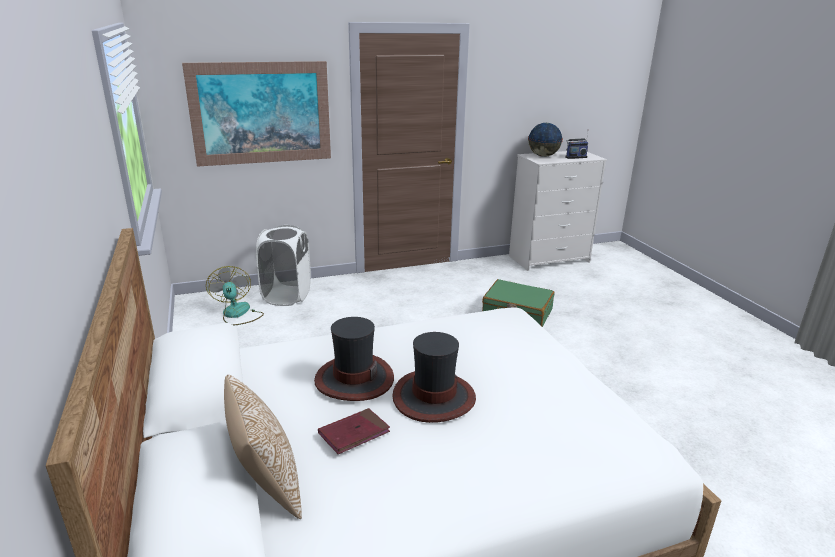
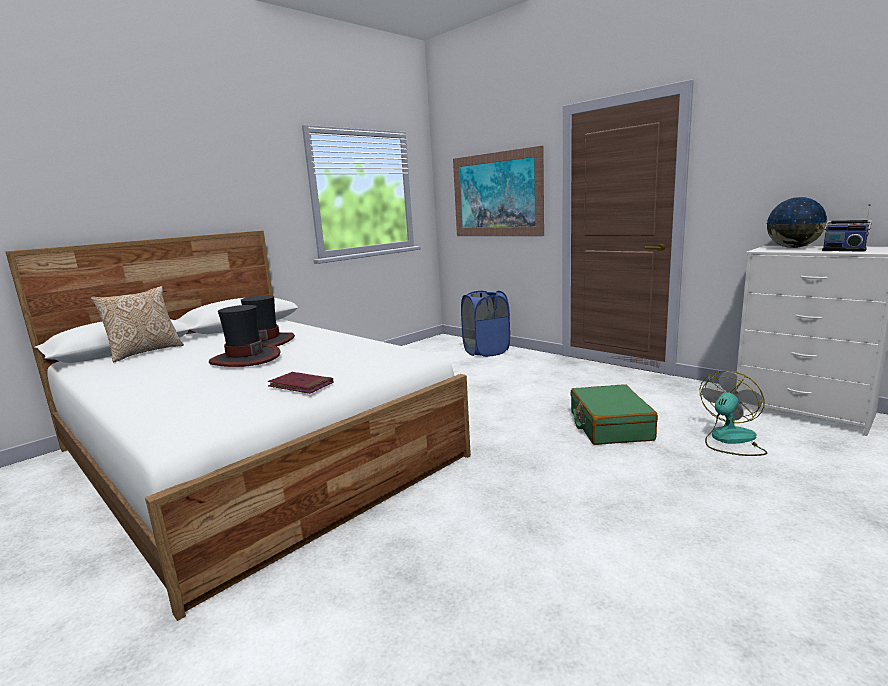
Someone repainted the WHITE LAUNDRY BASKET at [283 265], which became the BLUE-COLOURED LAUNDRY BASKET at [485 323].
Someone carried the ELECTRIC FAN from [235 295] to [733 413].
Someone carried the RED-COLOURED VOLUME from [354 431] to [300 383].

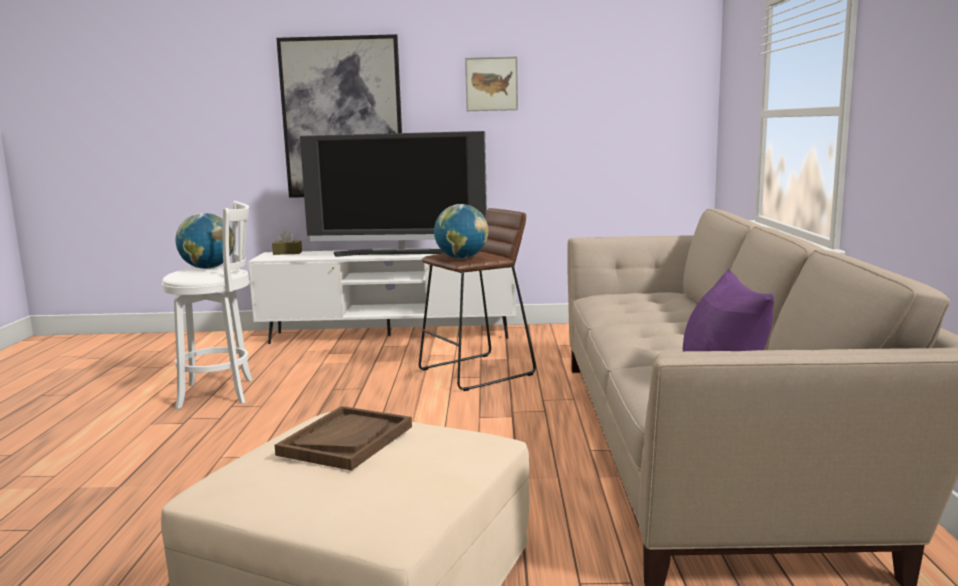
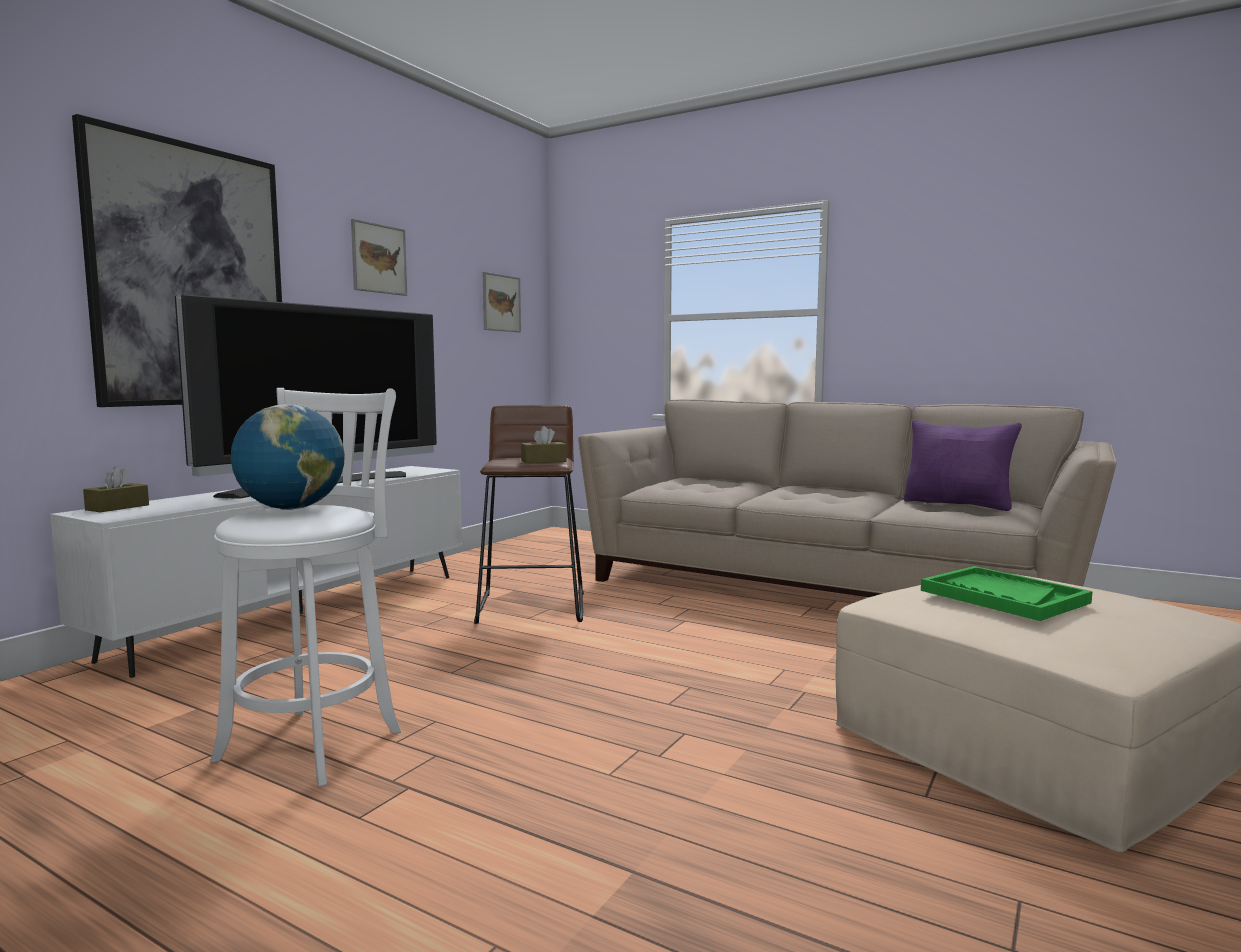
Someone swapped the WORLD GLOBE at [461 231] for the BROWN TISSUE BOX at [543 444].
Someone repainted the BROWN TRAY at [343 438], which became the GREEN-COLOURED TRAY at [1007 593].
Someone put up the WALL ART at [502 302].

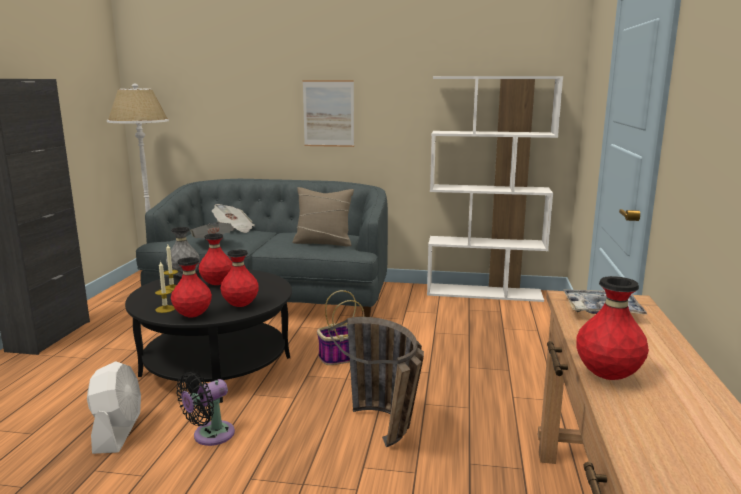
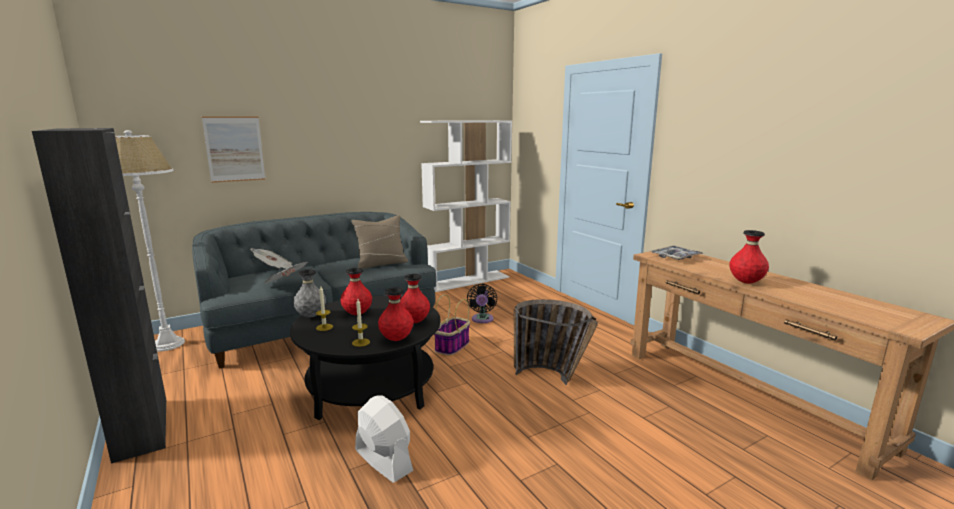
Someone carried the WALL ART from [328 113] to [234 149].
Someone carried the BLACKISH ELECTRIC FAN from [205 409] to [482 303].

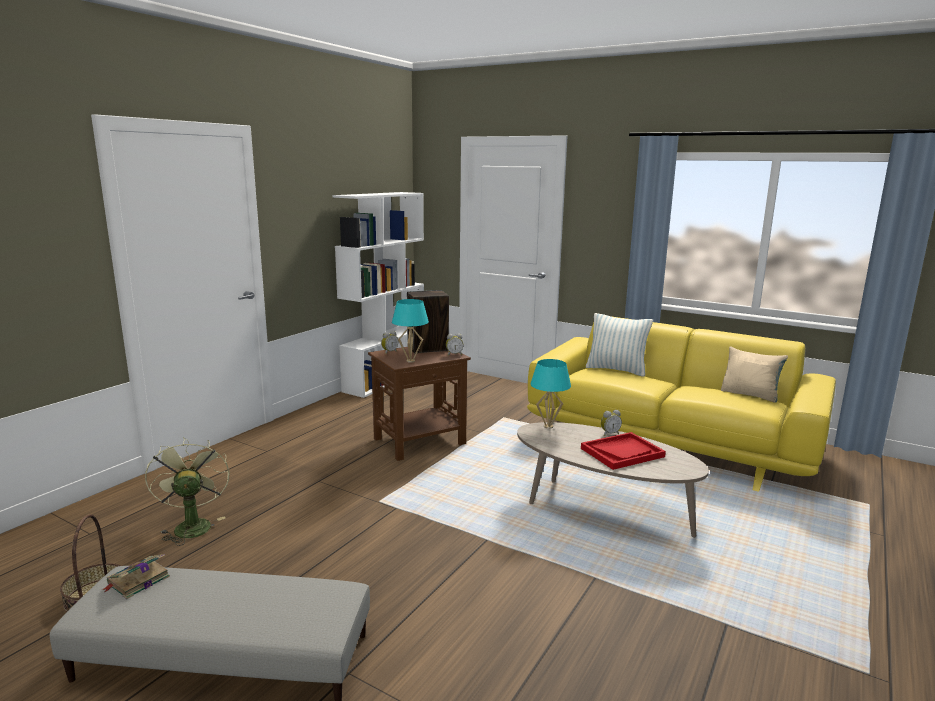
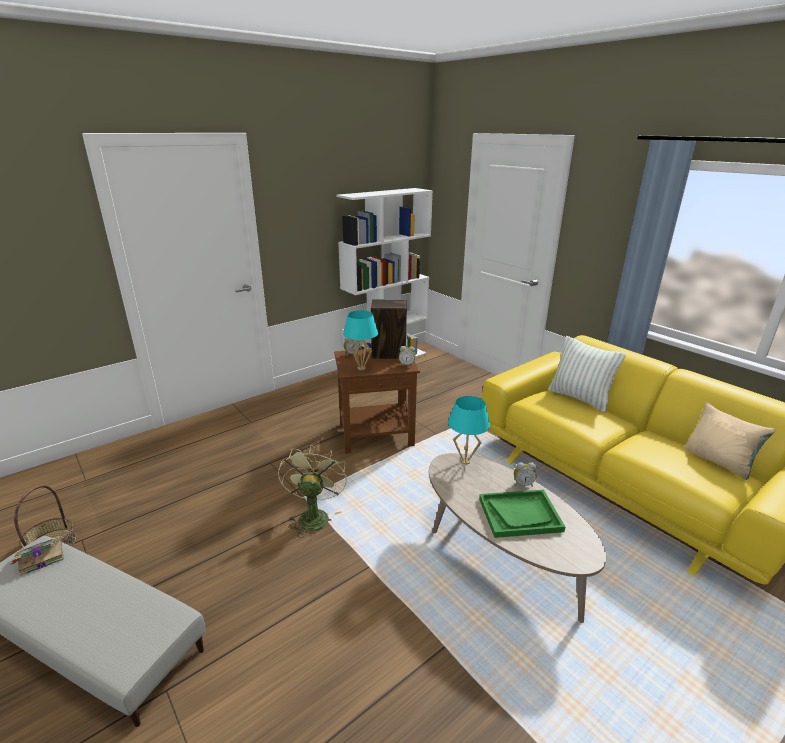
Someone repainted the RED-COLOURED TRAY at [623 451], which became the GREEN-COLOURED TRAY at [522 514].
Someone carried the GREEN-COLOURED ELECTRIC FAN from [187 491] to [312 491].

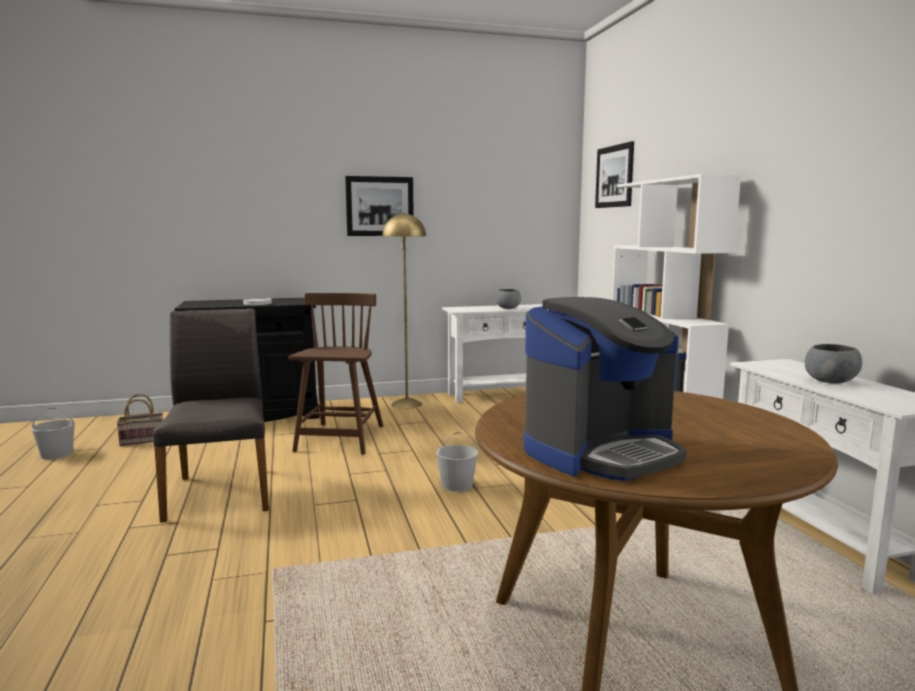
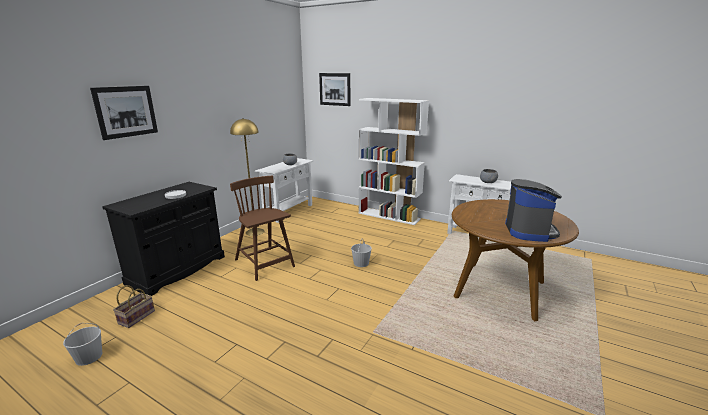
Someone carried the WALL ART from [379 206] to [124 113].
Someone took away the GREY CHAIR at [211 415].

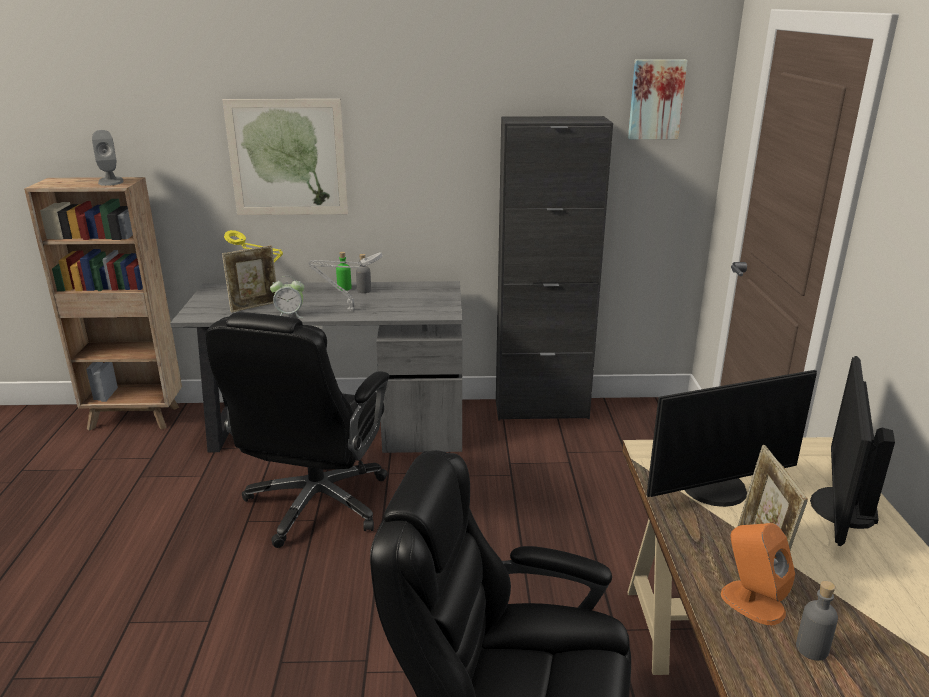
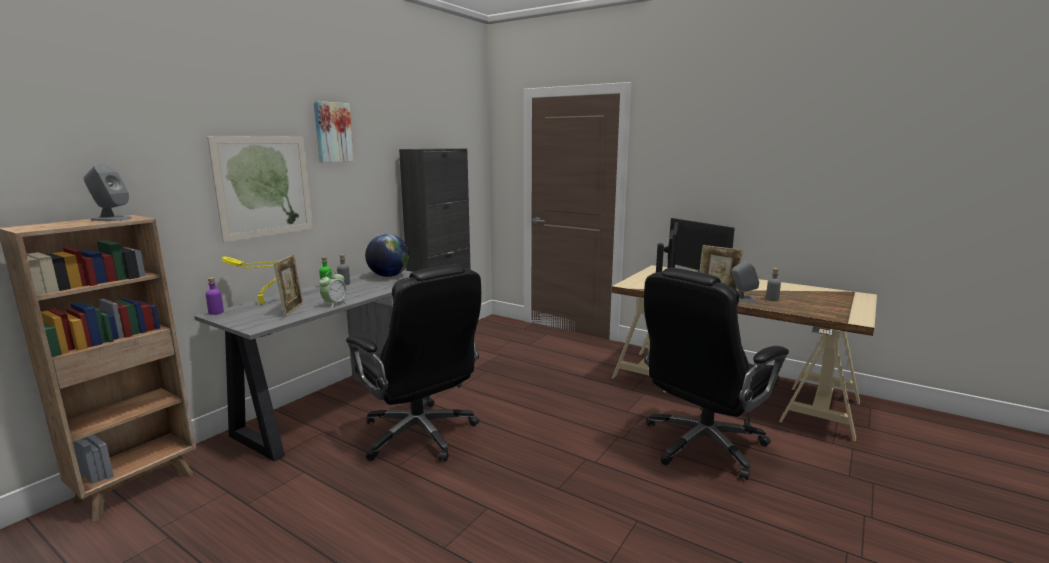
Someone carried the WALL ART from [657 99] to [334 132].
Someone took away the GREY TABLETOP LAMP at [345 281].
Someone repainted the ORANGE-COLOURED SPEAKER at [758 574], which became the GREY SPEAKER at [745 281].
Someone put down the WORLD GLOBE at [387 255].
Someone put down the PURPLE-COLOURED DRINK BOTTLE at [215 296].

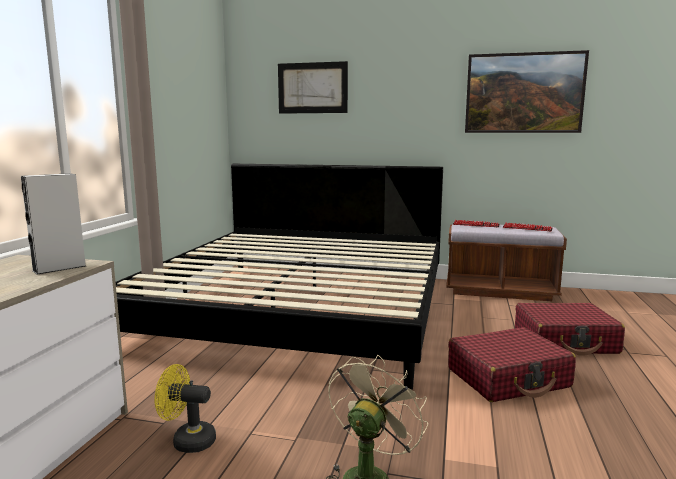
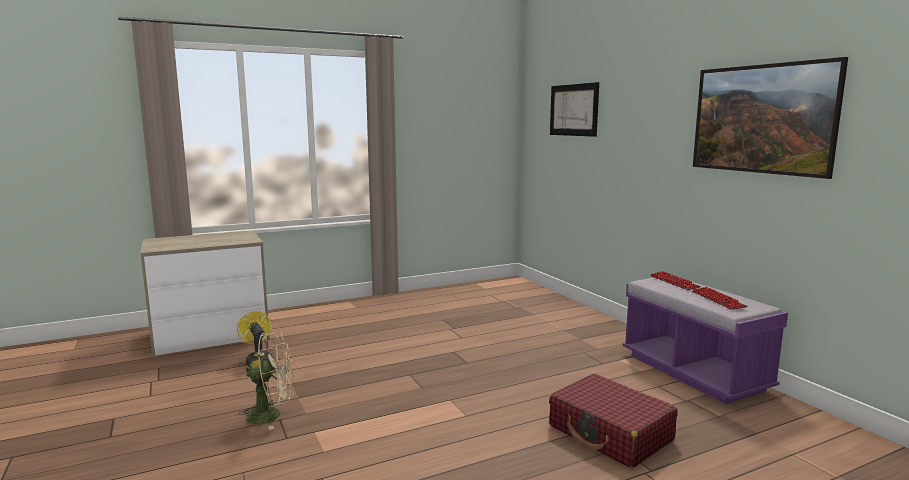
Someone took away the BED at [279 277].
Someone took away the GREY SPEAKER at [53 223].
Someone repainted the BROWN LONG SEAT at [506 262], which became the PURPLE-COLOURED LONG SEAT at [705 340].
Someone took away the RED-COLOURED SUITCASE at [512 364].

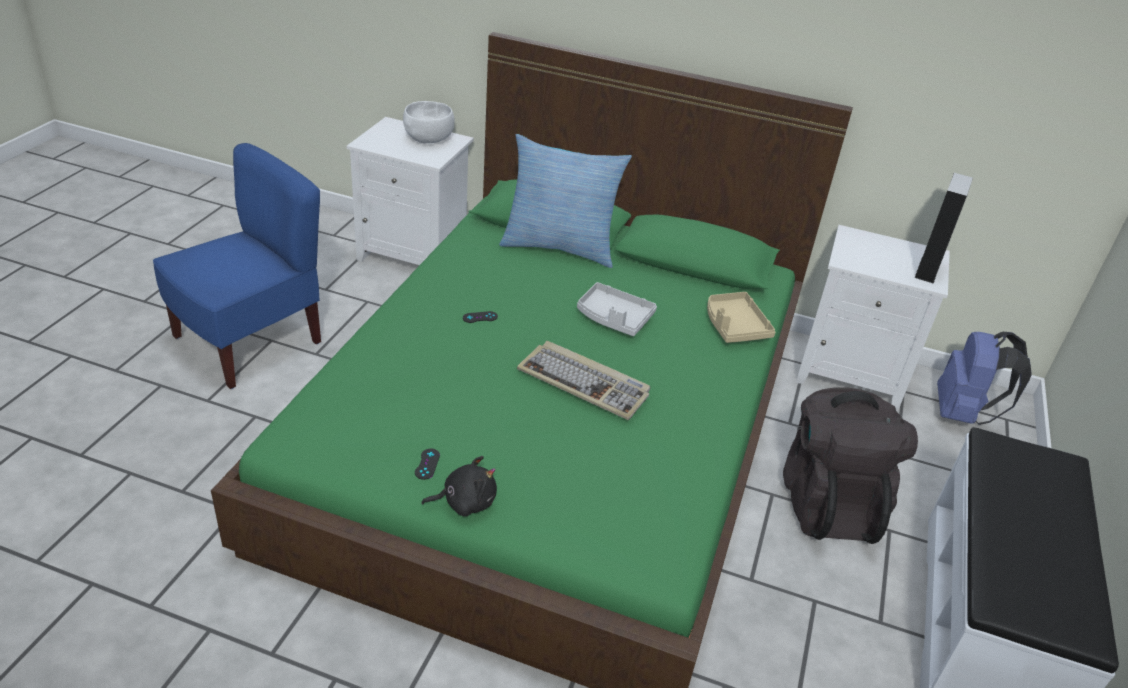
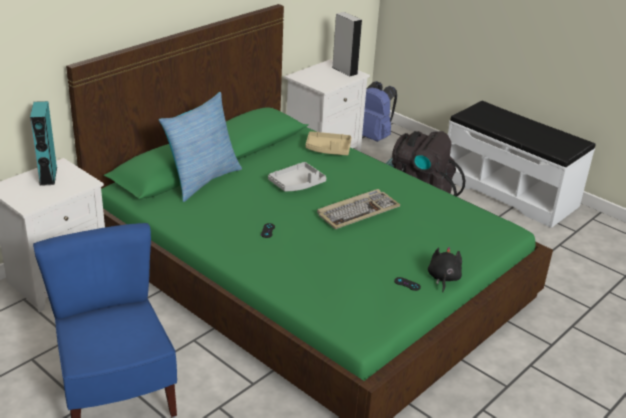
Someone swapped the WHITE DEEP DISH at [429 122] for the BLUE-GREEN SPEAKER at [43 143].

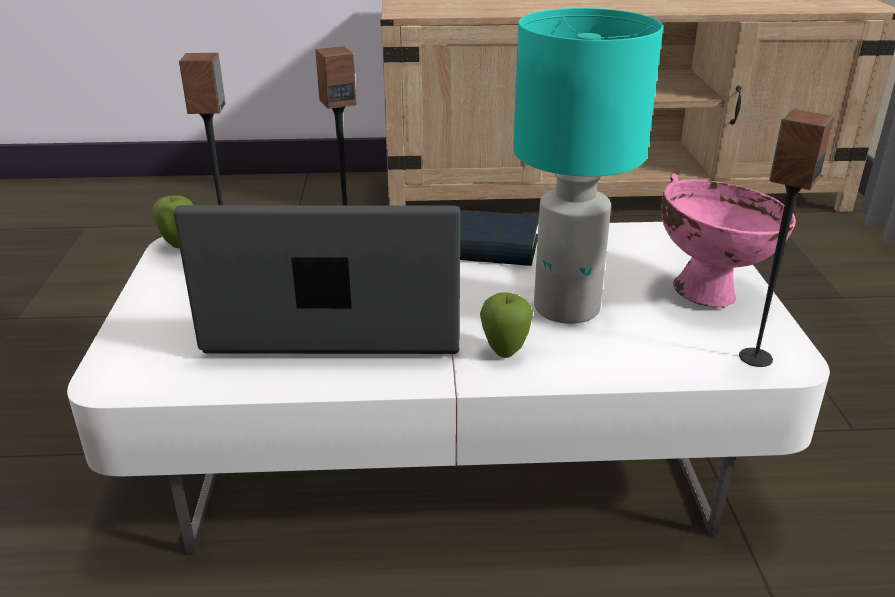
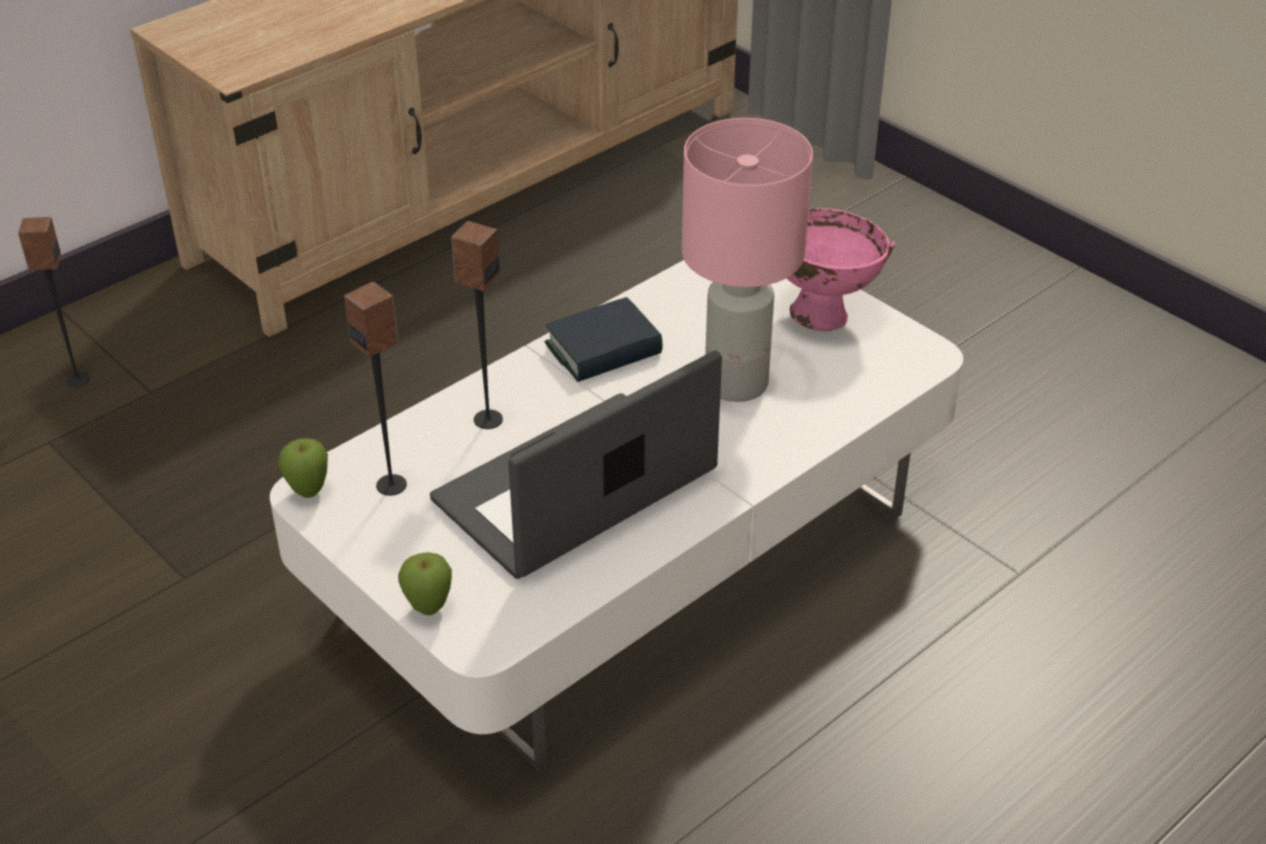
Someone repainted the BLUE-GREEN TABLETOP LAMP at [588 166], which became the PINKISH TABLETOP LAMP at [747 260].
Someone carried the SPEAKER from [786 238] to [54 302].
Someone carried the APPLE FRUIT from [506 325] to [425 583].

